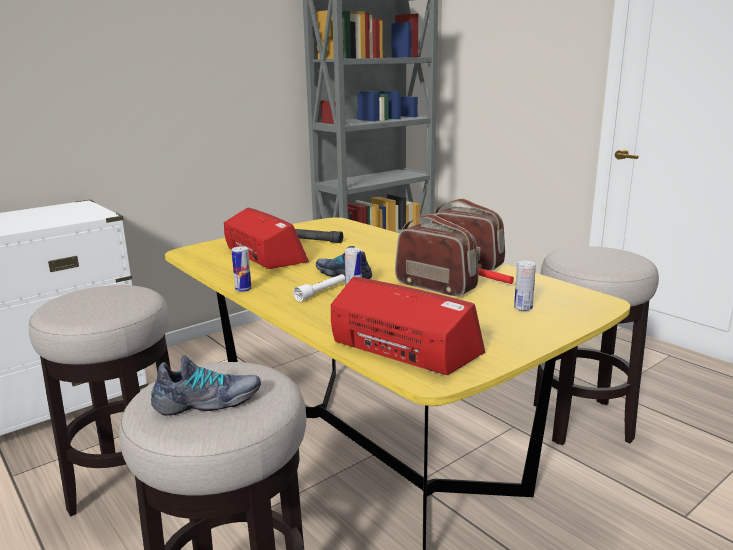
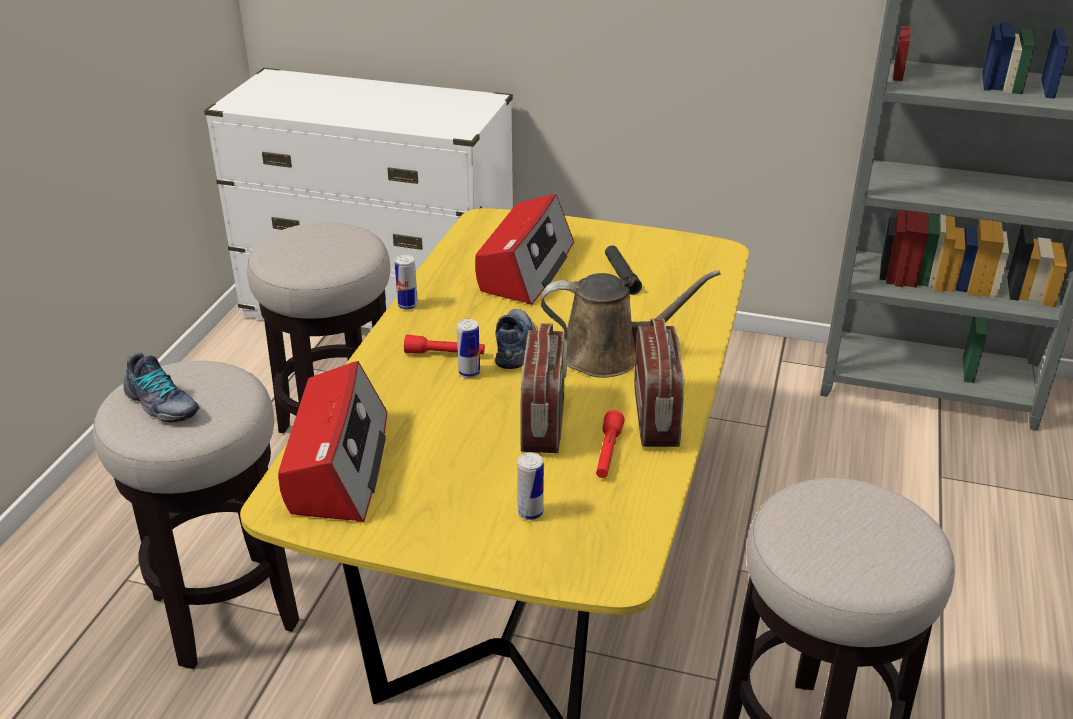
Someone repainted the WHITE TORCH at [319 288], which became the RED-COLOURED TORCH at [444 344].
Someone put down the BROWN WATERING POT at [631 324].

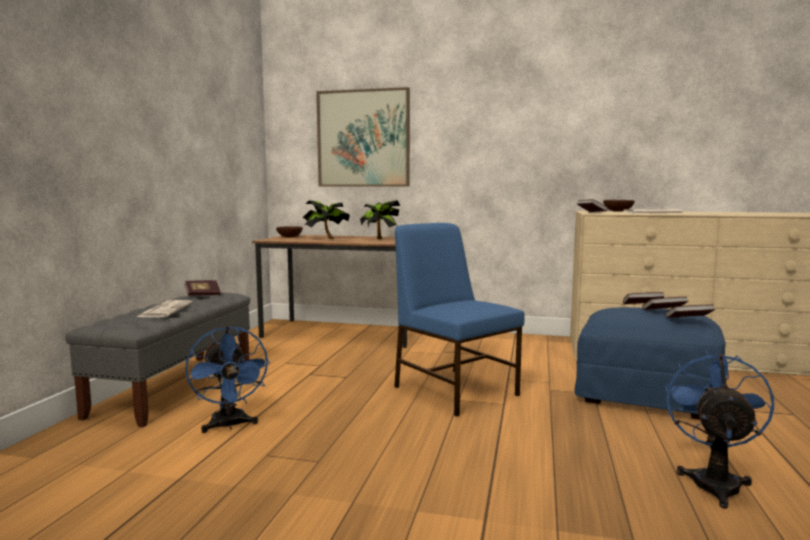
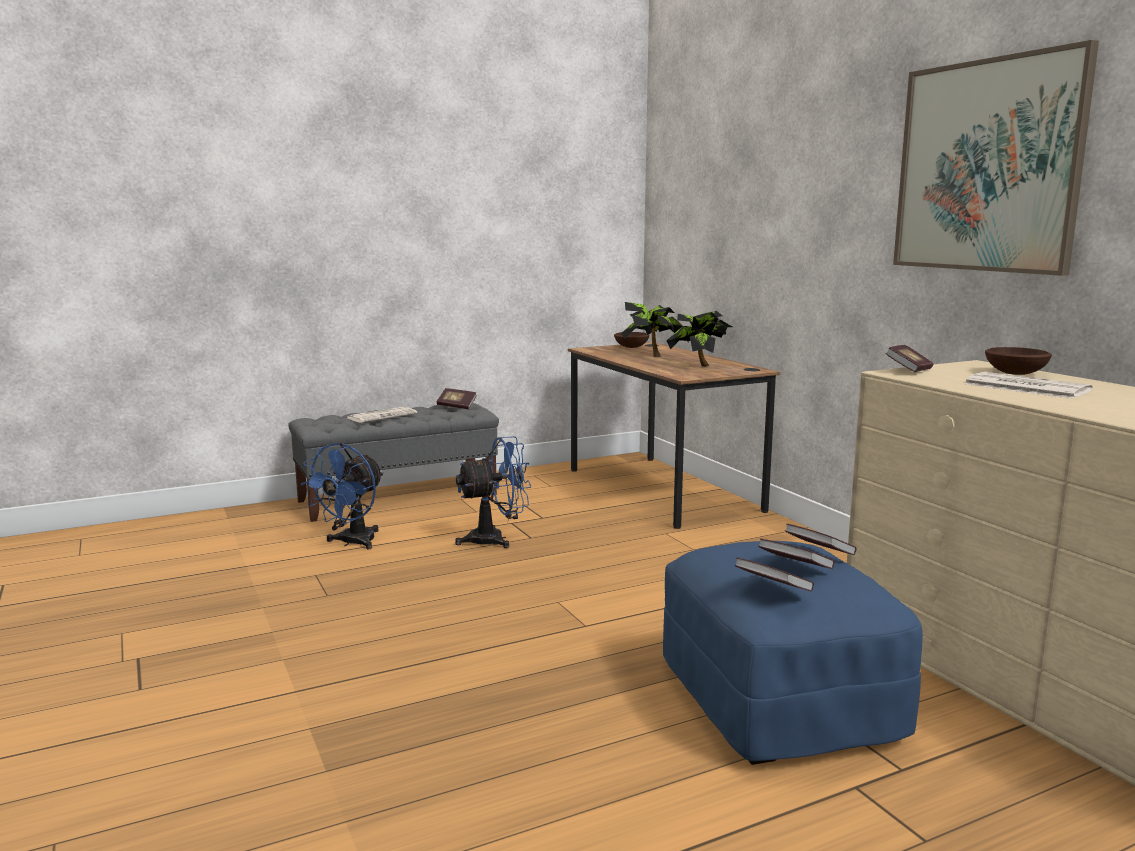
Someone carried the WALL ART from [363 137] to [996 158].
Someone took away the BLUE-COLOURED CHAIR at [459 320].
Someone carried the BLUE-COLOURED ELECTRIC FAN from [719 430] to [493 492].

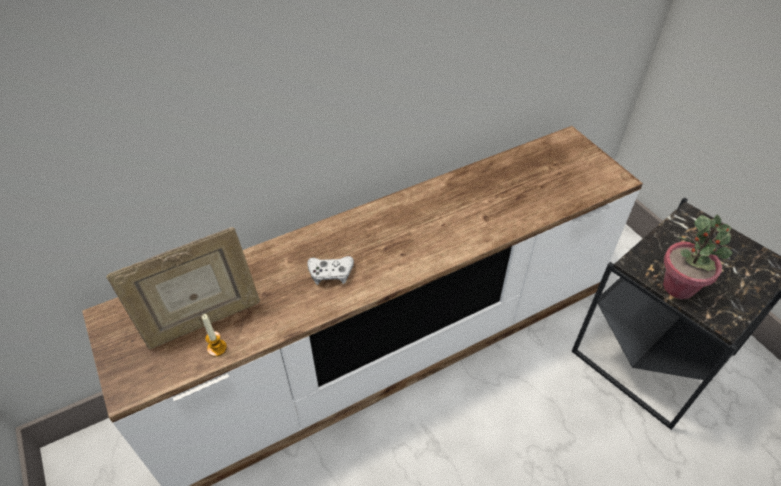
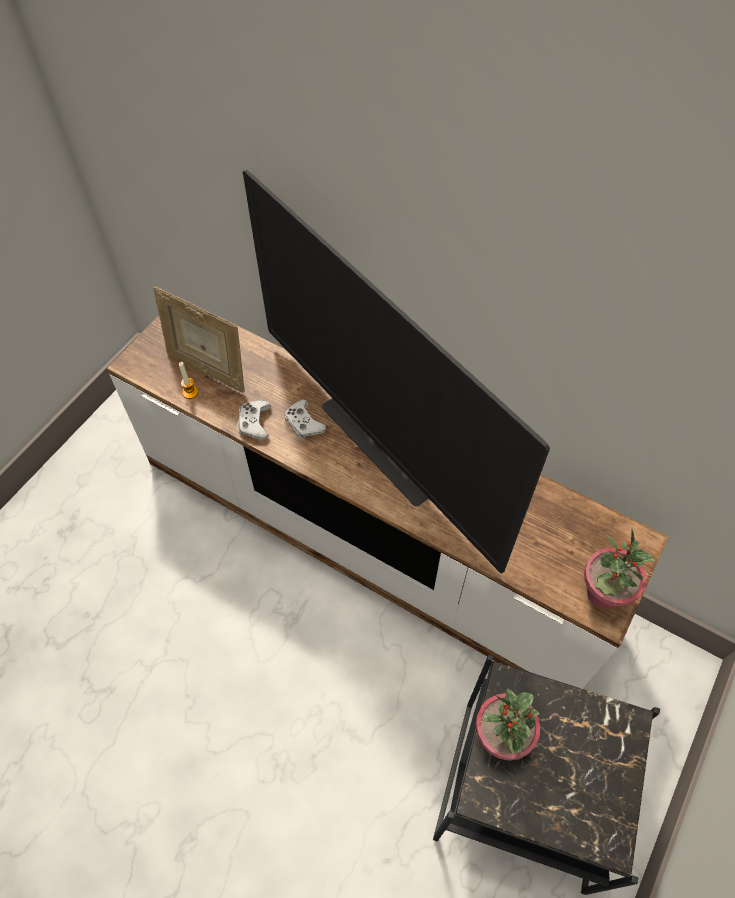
Someone put down the TV at [396 371].
Someone put down the WHITE JOYPAD at [254 420].
Someone put down the PLANT IN A POT at [618 569].

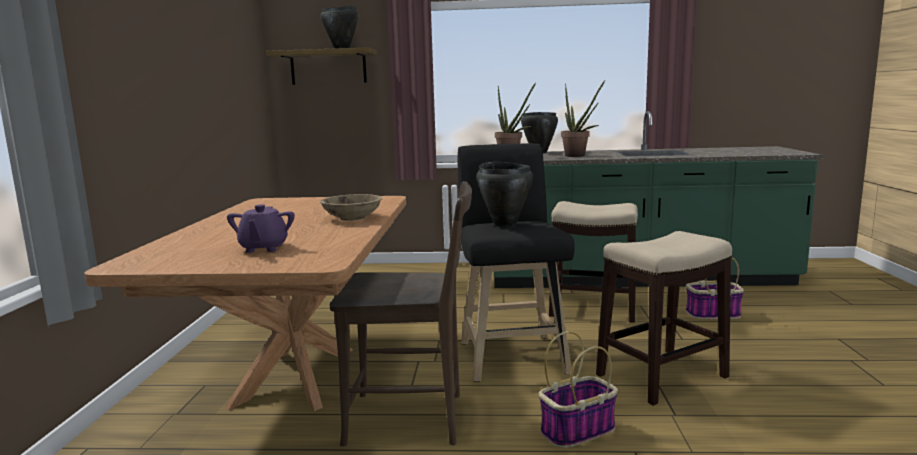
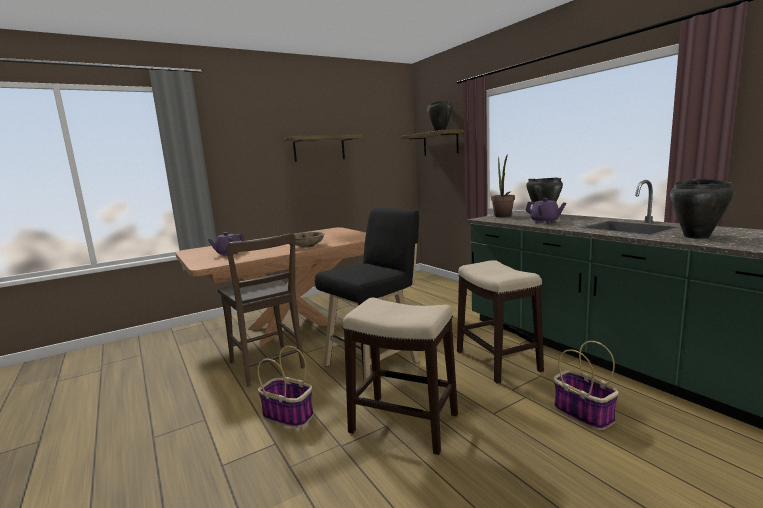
Someone swapped the PLANT IN A POT at [583 119] for the PURPLE-COLOURED TEAPOT at [545 211].
Someone carried the BLACKISH STOCKPOT from [504 194] to [702 209].
Someone put up the SHELF at [323 148].

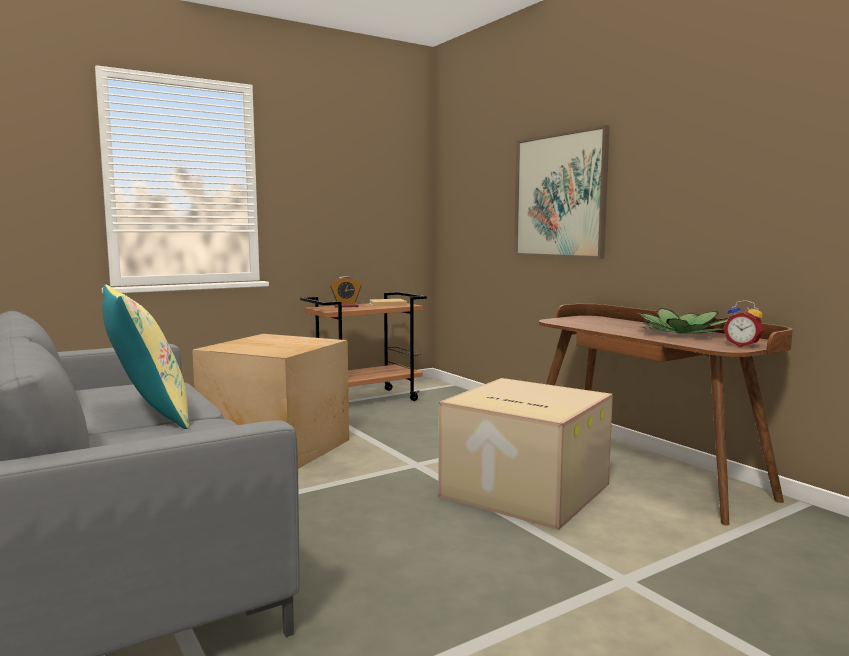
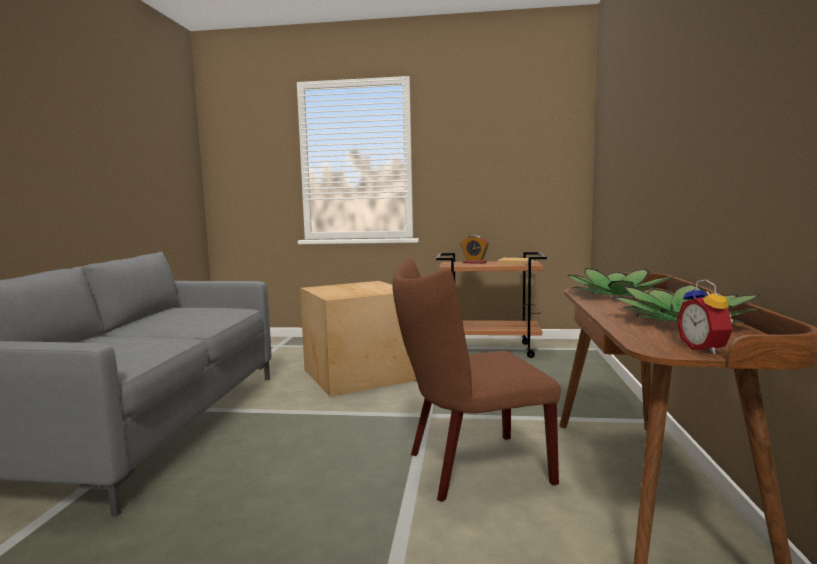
Someone took away the WALL ART at [562 192].
Someone took away the YELLOW THROW PILLOW at [145 357].
Someone swapped the PACKING BOX at [525 454] for the BROWN CHAIR at [476 379].
Someone put down the PLANT IN A POT at [621 282].

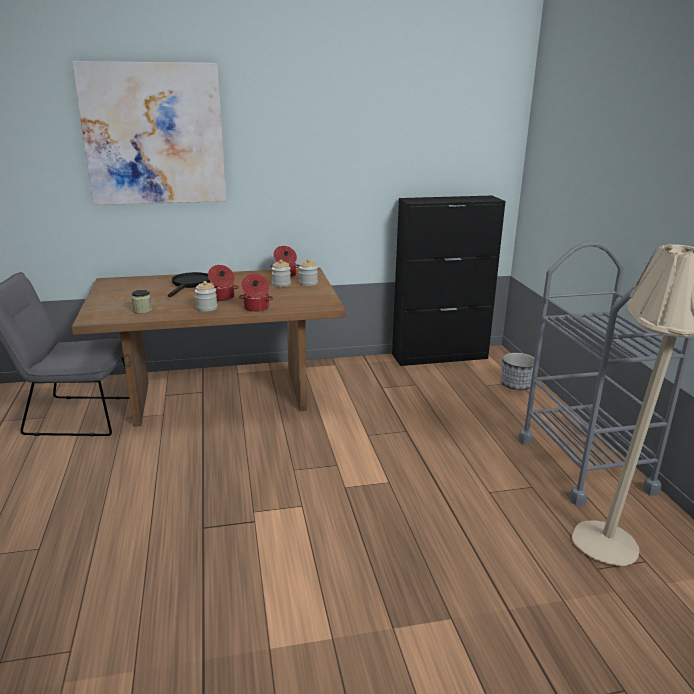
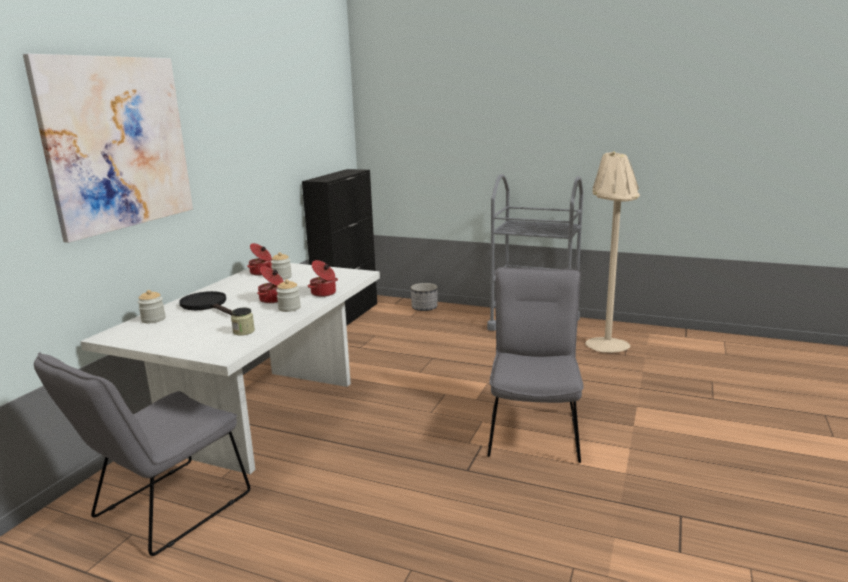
Someone carried the JAR from [308 272] to [152 306].
Someone repainted the BROWN DINNER TABLE at [209 347], which became the WHITE DINNER TABLE at [230 368].
Someone put down the GREY CHAIR at [536 365].

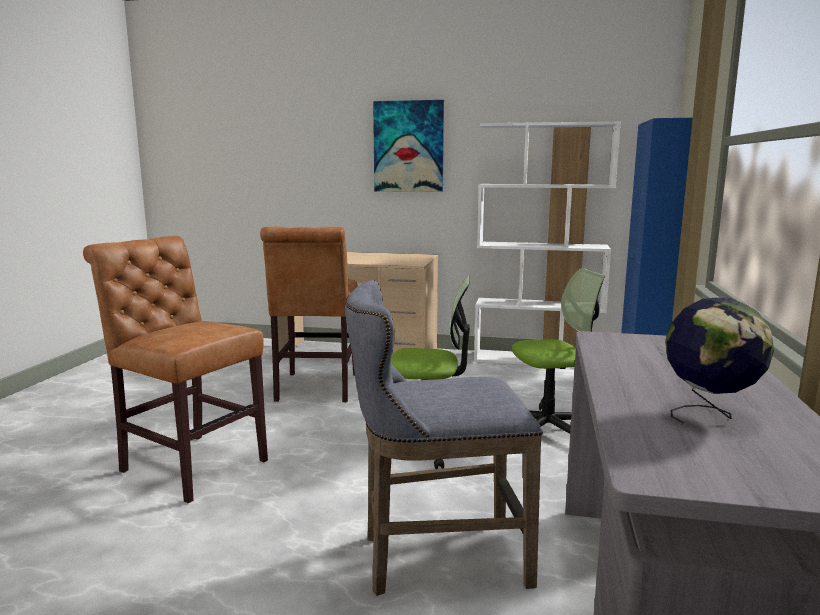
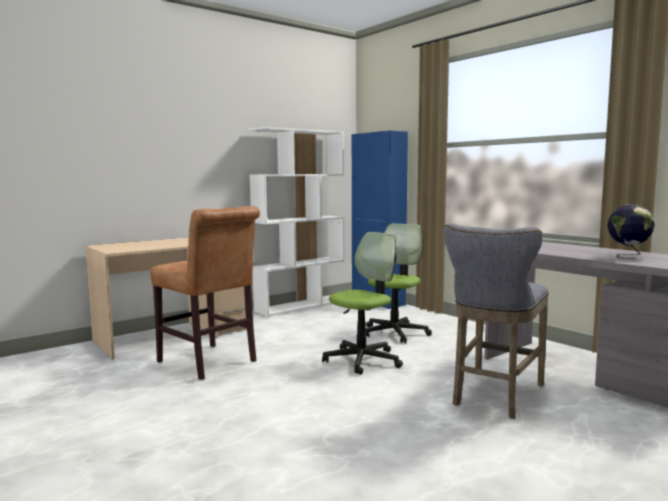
Someone took away the WALL ART at [408 146].
Someone took away the BROWN CHAIR at [175 369].

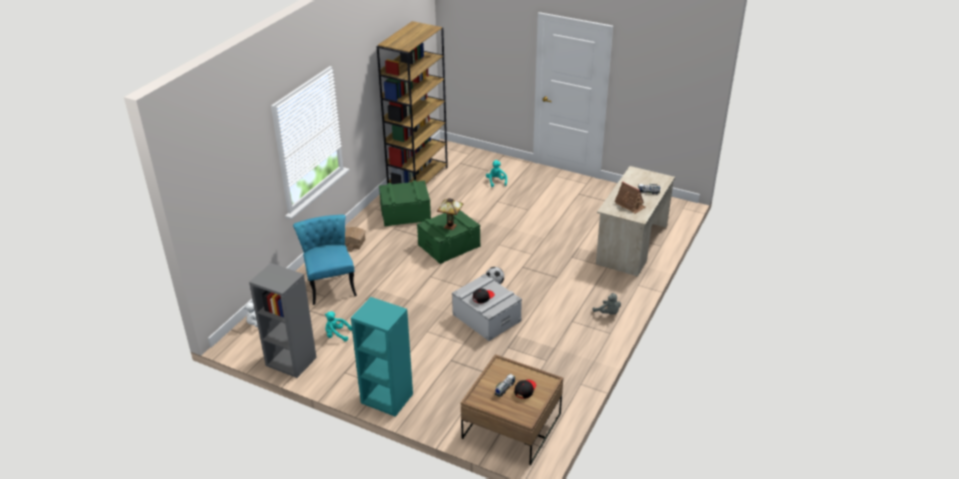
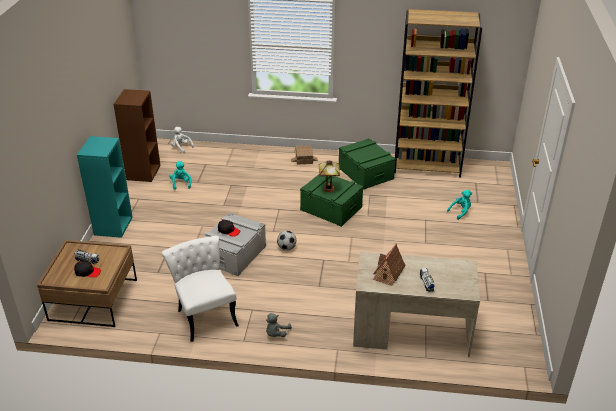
Someone took away the BLUE-GREEN CHAIR at [325 260].
Someone repainted the GREY SHELVING UNIT at [283 320], which became the BROWN SHELVING UNIT at [137 135].
Someone put down the WHITE CHAIR at [200 289].

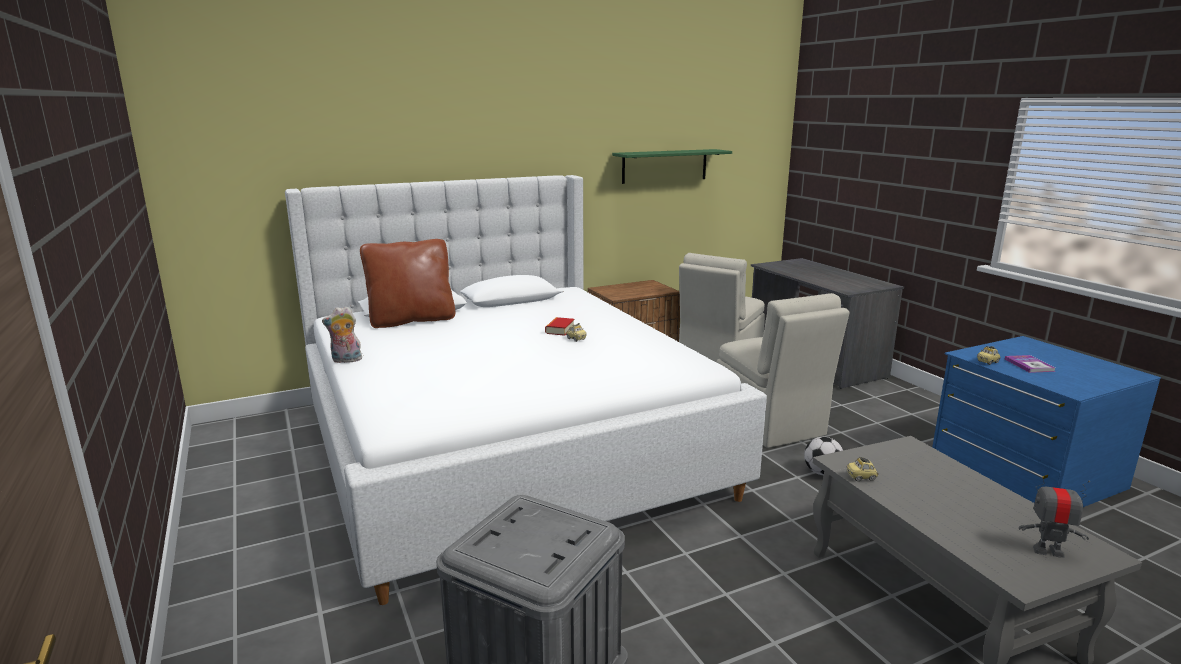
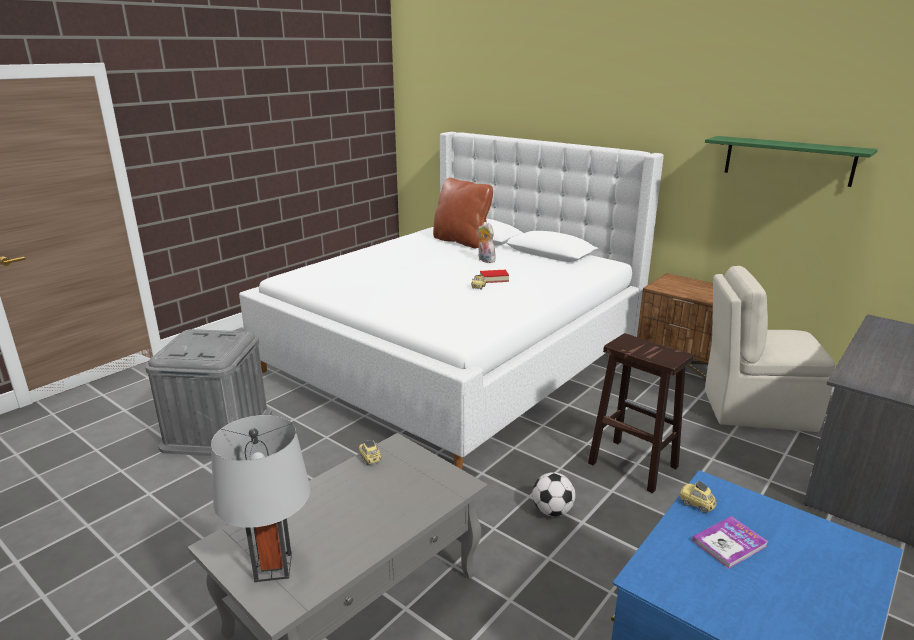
Someone swapped the SAND-COLOURED CHAIR at [783 370] for the BROWN STOOL at [641 413].
Someone carried the CUDDLY TOY from [342 334] to [486 242].
Someone swapped the ROBOT FIGURE at [1054 517] for the GREY TABLETOP LAMP at [260 498].

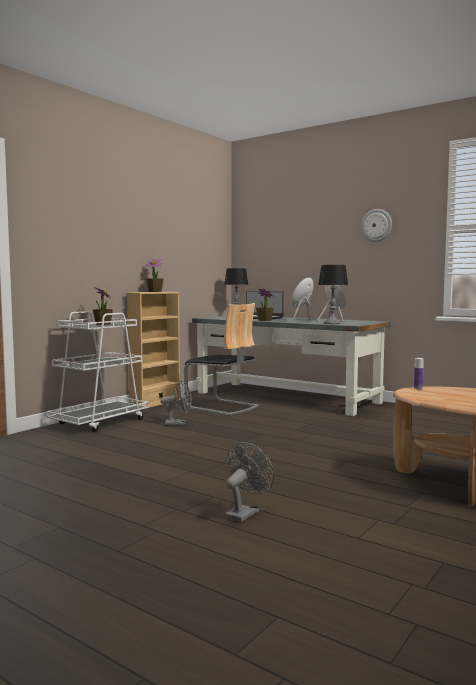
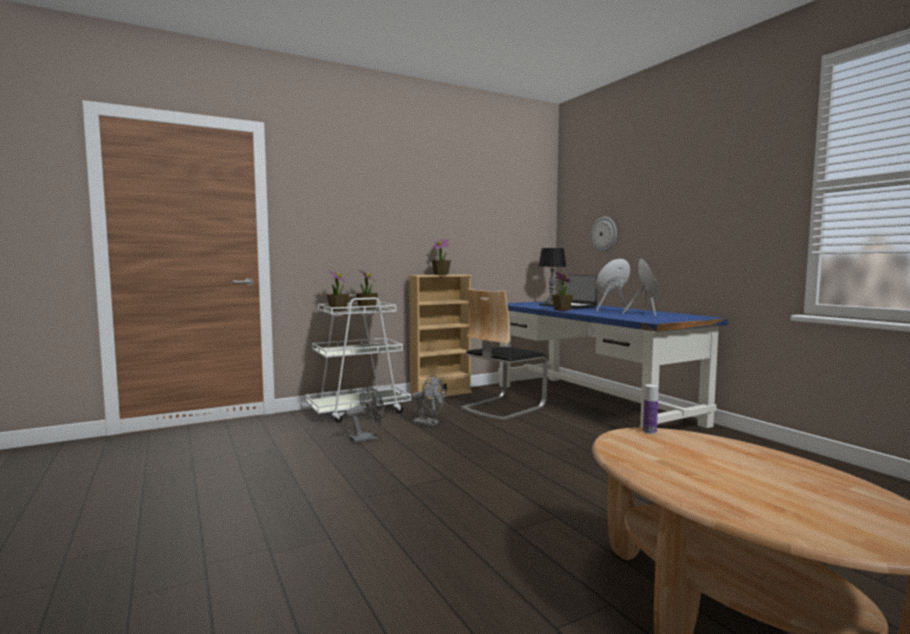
Someone carried the WALL CLOCK from [376 225] to [604 234].
Someone took away the TABLETOP LAMP at [333 294].
Someone rotated the CHAIR at [221 359] by 75 degrees clockwise.
Someone repainted the GREY DESK TABLE at [291 365], which became the BLUE-COLOURED DESK TABLE at [613 364].
Someone carried the GREY ELECTRIC FAN from [249 482] to [365 414].
Someone put down the PLANT IN A POT at [338 290].

